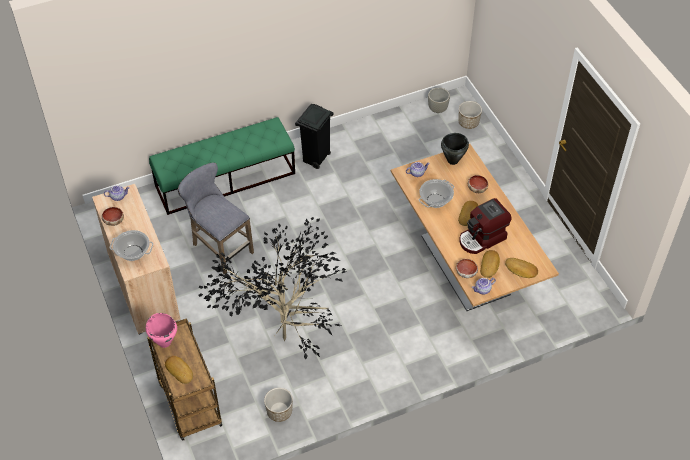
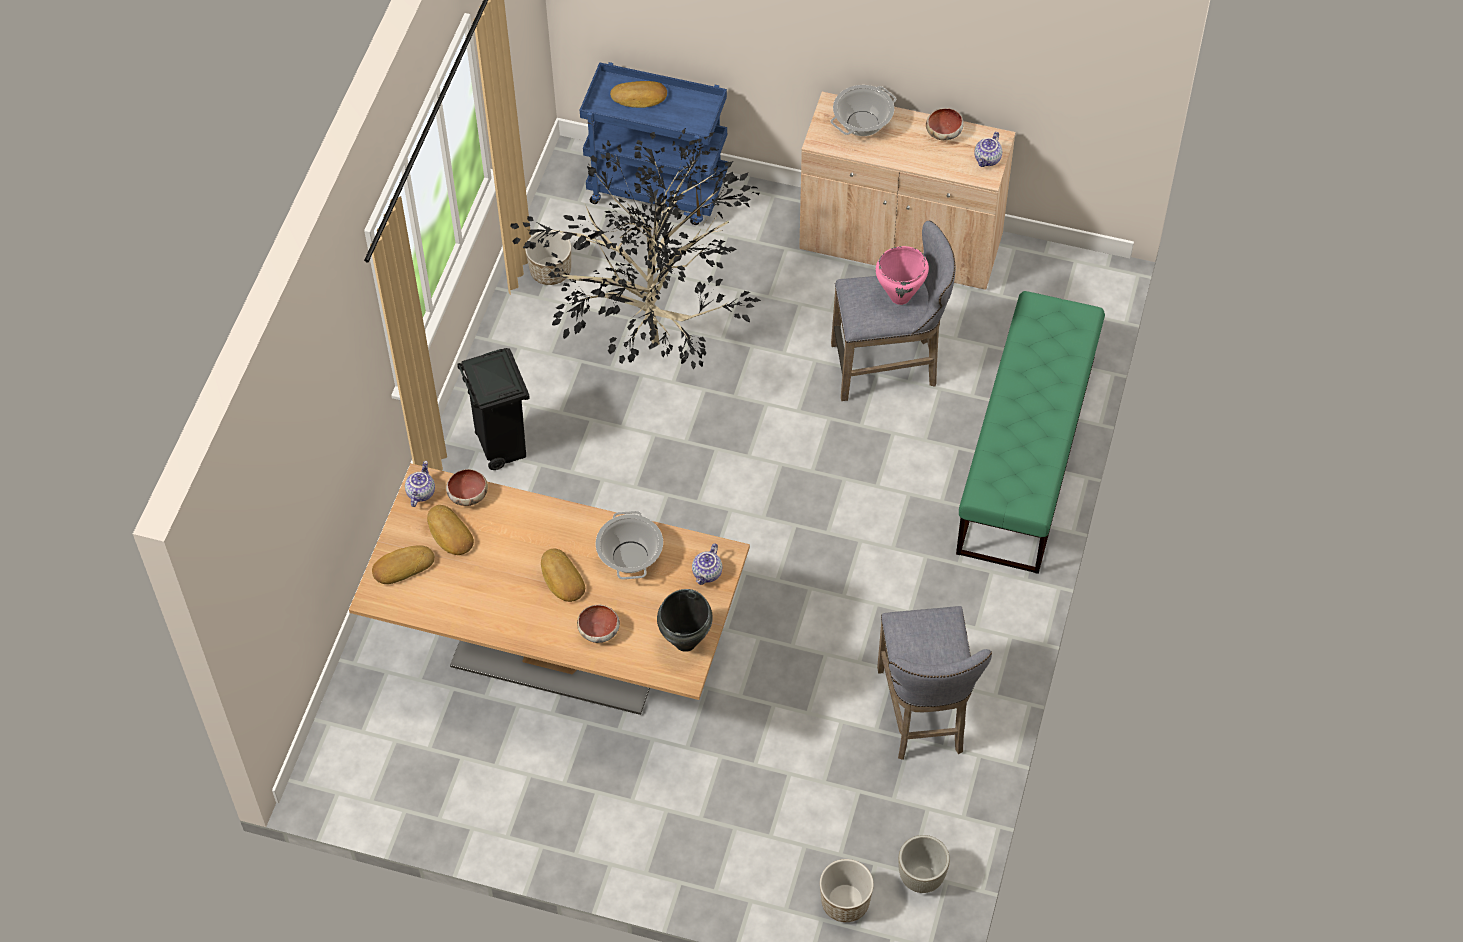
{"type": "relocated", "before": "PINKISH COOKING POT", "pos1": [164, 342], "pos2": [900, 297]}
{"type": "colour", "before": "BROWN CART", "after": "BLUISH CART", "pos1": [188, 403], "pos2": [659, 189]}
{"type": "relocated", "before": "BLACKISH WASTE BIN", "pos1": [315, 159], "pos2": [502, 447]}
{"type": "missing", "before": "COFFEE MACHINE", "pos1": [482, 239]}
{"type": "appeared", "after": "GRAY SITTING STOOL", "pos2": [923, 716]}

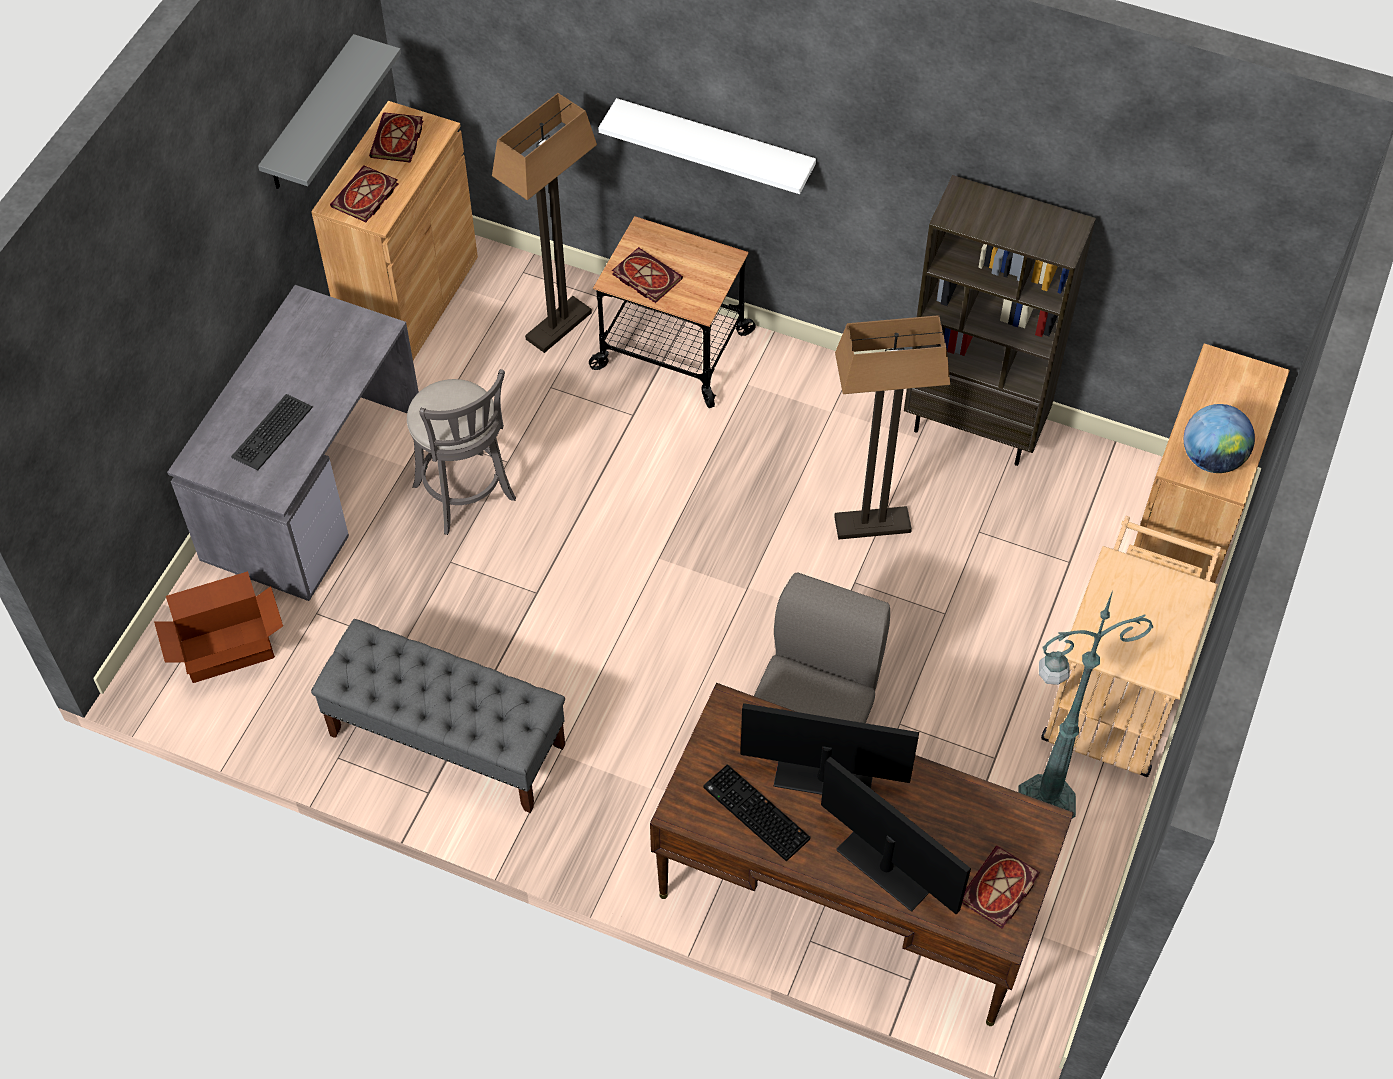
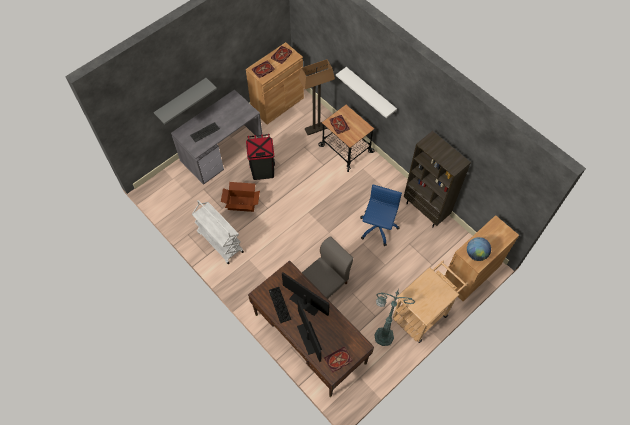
{"type": "relocated", "before": "CARTON", "pos1": [227, 648], "pos2": [241, 203]}
{"type": "relocated", "before": "GRAY SHELF", "pos1": [310, 116], "pos2": [181, 99]}
{"type": "exchanged", "before": "GRAY BENCH", "after": "WHITE-COLOURED CART", "pos1": [446, 740], "pos2": [220, 242]}
{"type": "exchanged", "before": "GRAY SITTING STOOL", "after": "BLACKISH WASTE BIN", "pos1": [466, 496], "pos2": [262, 171]}
{"type": "exchanged", "before": "STANDING LAMP", "after": "BLUISH DESK CHAIR", "pos1": [873, 524], "pos2": [377, 228]}

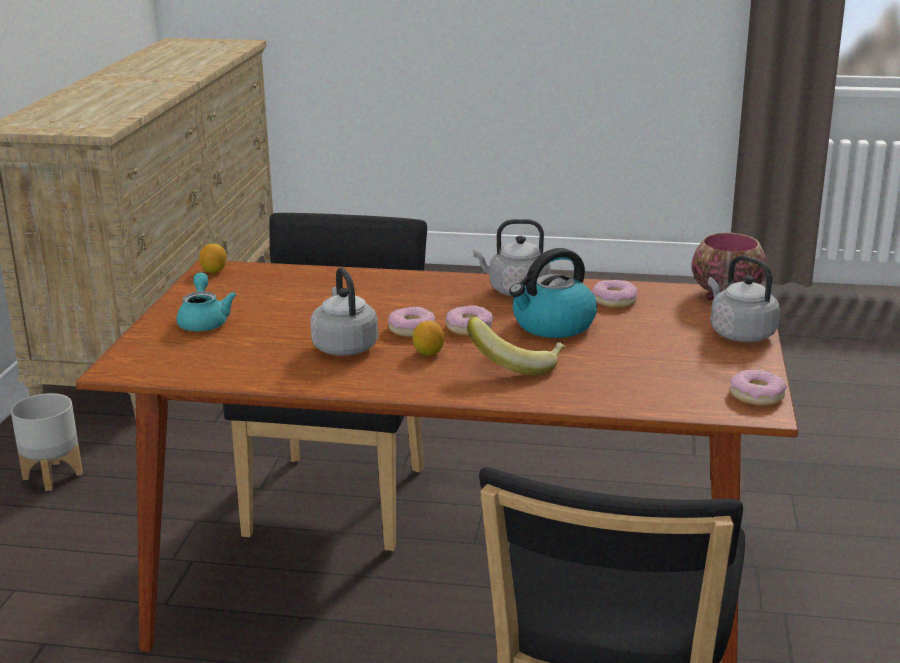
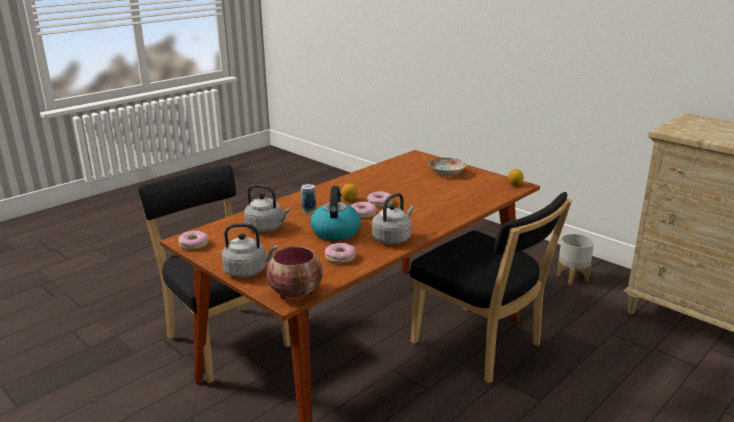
{"type": "exchanged", "before": "TURQUOISE TEAPOT", "after": "DINNER PLATE", "pos1": [204, 321], "pos2": [447, 172]}
{"type": "relocated", "before": "GRAY WATER KETTLE", "pos1": [344, 346], "pos2": [266, 228]}
{"type": "exchanged", "before": "BANANA", "after": "CAN", "pos1": [517, 365], "pos2": [309, 211]}

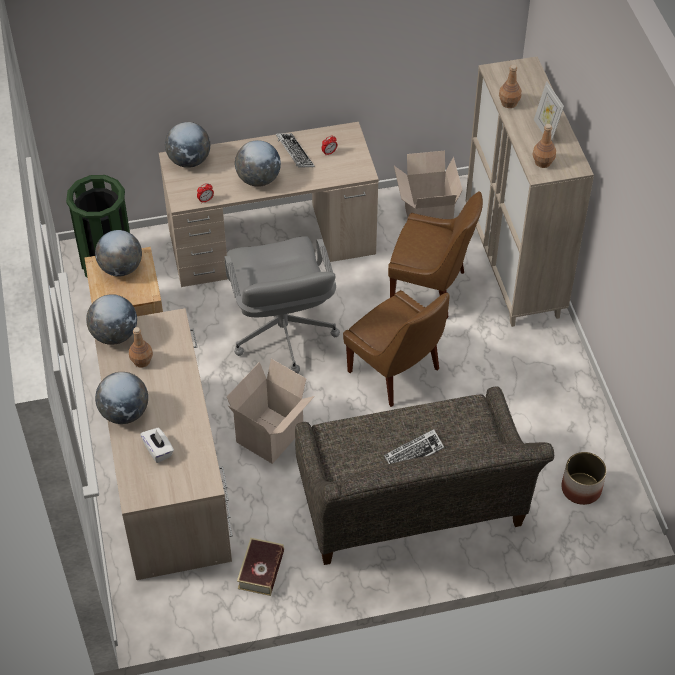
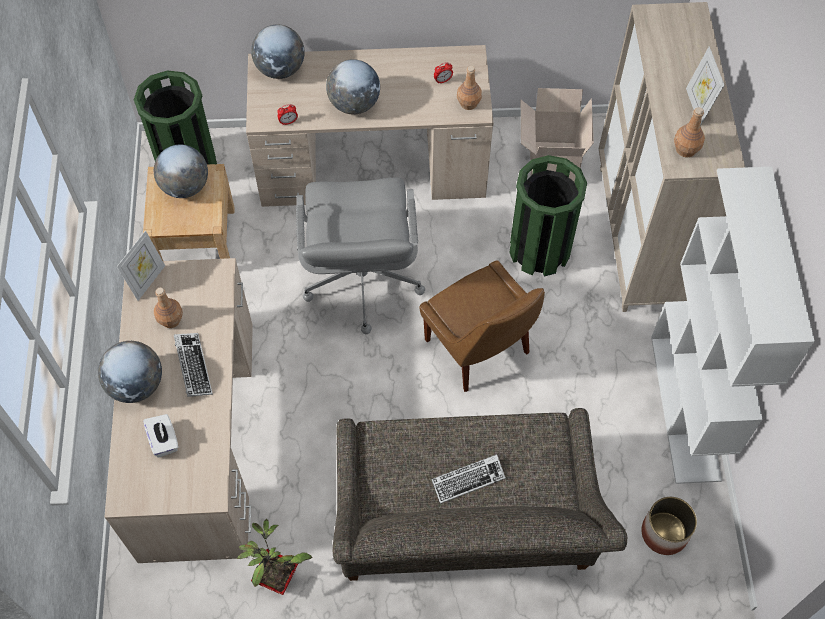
{"type": "exchanged", "before": "DESK GLOBE", "after": "PICTURE FRAME", "pos1": [114, 335], "pos2": [147, 281]}
{"type": "missing", "before": "CARTON", "pos1": [271, 437]}
{"type": "exchanged", "before": "BOOK", "after": "PLANT IN A POT", "pos1": [261, 570], "pos2": [277, 575]}
{"type": "relocated", "before": "KEYBOARD", "pos1": [294, 153], "pos2": [193, 367]}
{"type": "exchanged", "before": "BROWN UPRIGHT CHAIR", "after": "GREEN WASTE BIN", "pos1": [431, 289], "pos2": [539, 250]}
{"type": "relocated", "before": "BROWN BEVERAGE BOTTLE", "pos1": [509, 103], "pos2": [469, 103]}
{"type": "appeared", "after": "WHITE-COLOURED BOOKSHELF", "pos2": [686, 408]}

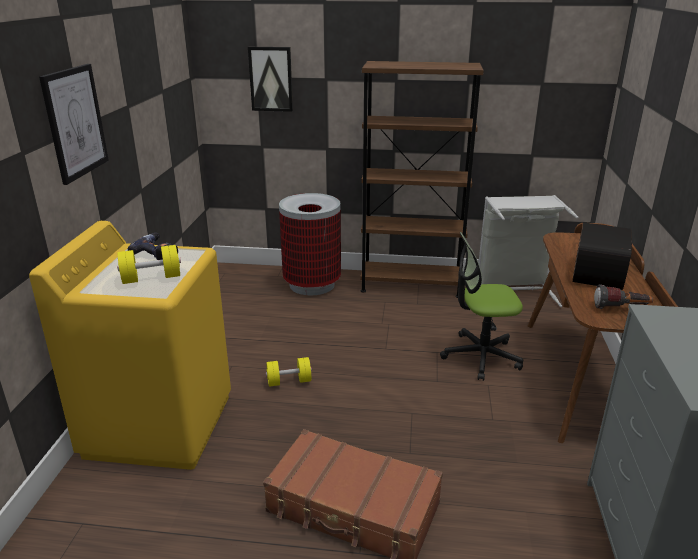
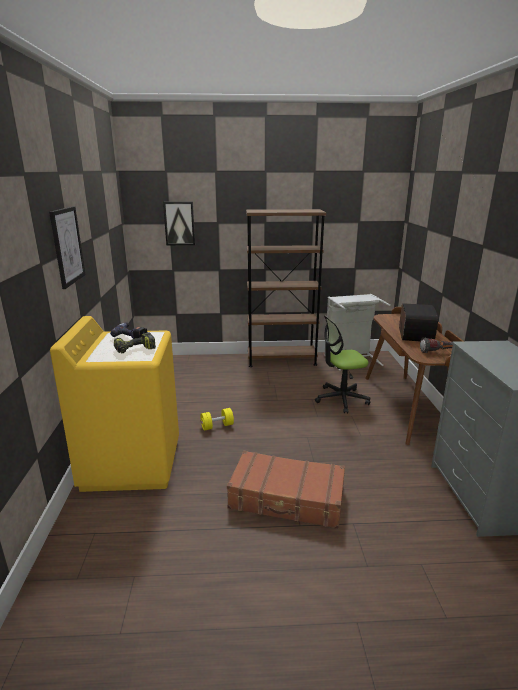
{"type": "exchanged", "before": "YELLOW-COLOURED DUMBBELL", "after": "DRILL", "pos1": [151, 278], "pos2": [135, 350]}
{"type": "missing", "before": "WASTE BIN", "pos1": [312, 284]}

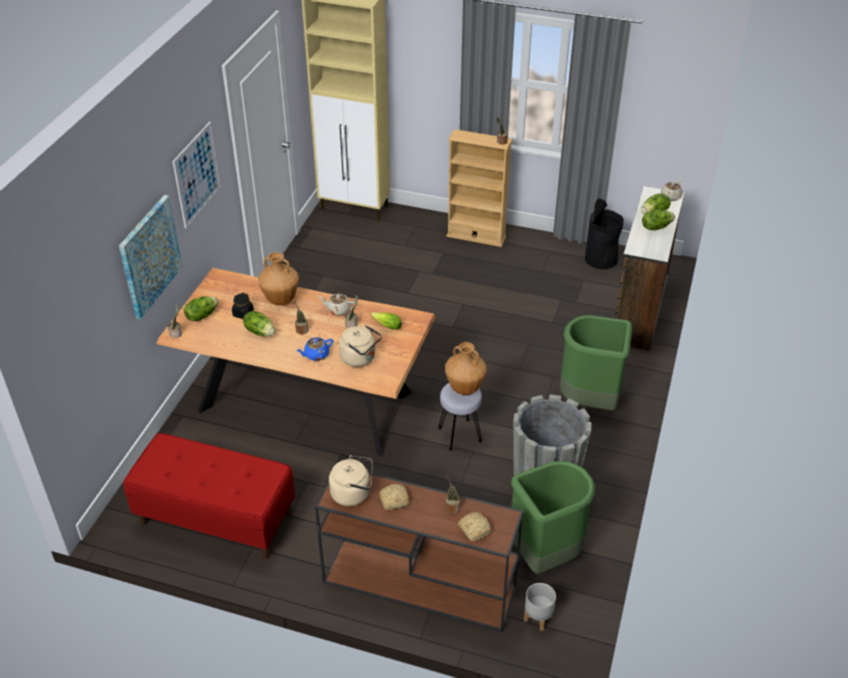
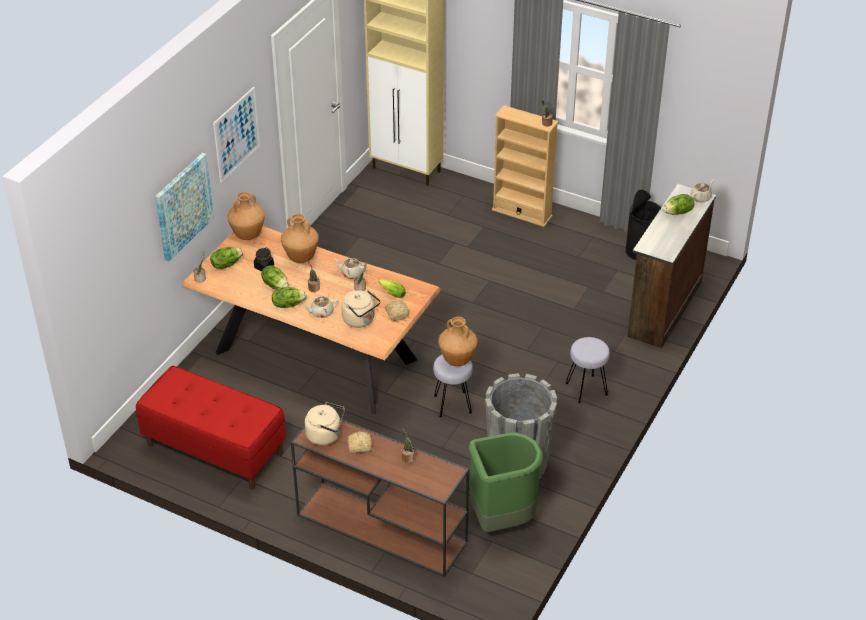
{"type": "colour", "before": "BLUISH TEAPOT", "after": "BEIGE-COLOURED TEAPOT", "pos1": [316, 355], "pos2": [321, 312]}
{"type": "relocated", "before": "BAKERY BREAD", "pos1": [474, 529], "pos2": [397, 313]}
{"type": "missing", "before": "GRAY FLOWER POT", "pos1": [537, 618]}
{"type": "exchanged", "before": "GREEN WASTE BIN", "after": "GRAY SITTING STOOL", "pos1": [590, 401], "pos2": [586, 389]}
{"type": "relocated", "before": "LETTUCE", "pos1": [656, 227], "pos2": [288, 304]}
{"type": "appeared", "after": "BROWN FLOWER VASE", "pos2": [248, 235]}

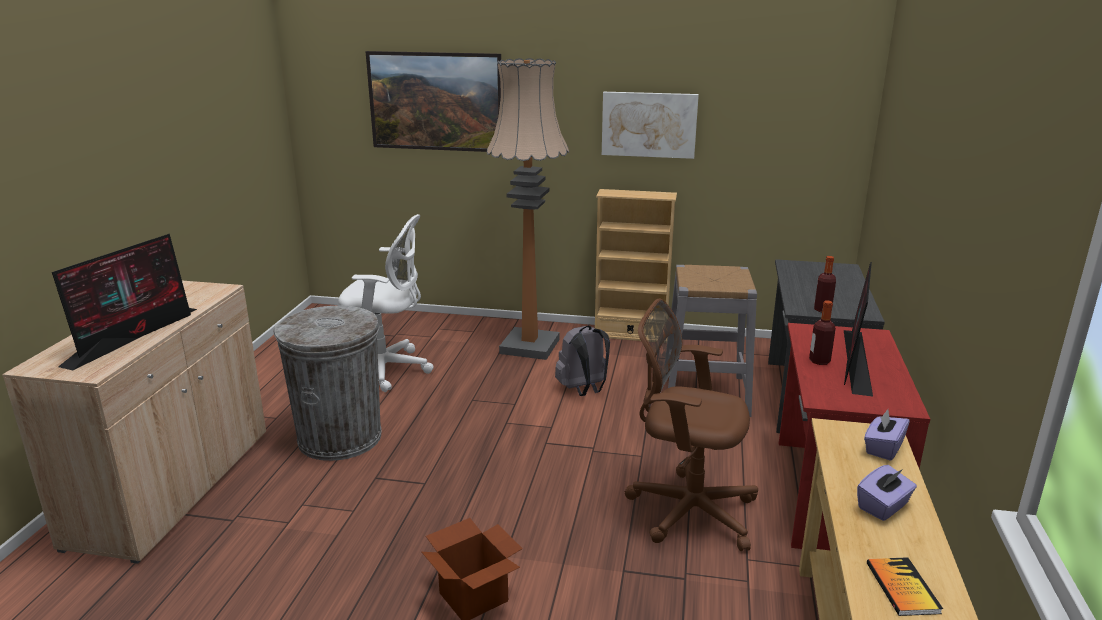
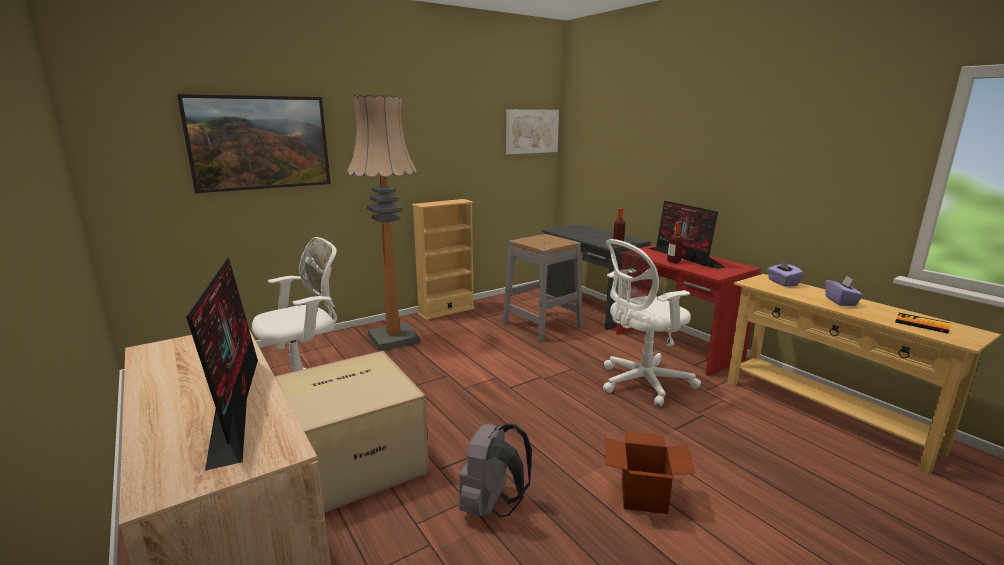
{"type": "exchanged", "before": "GRAY WASTE BIN", "after": "CARTON", "pos1": [340, 438], "pos2": [355, 459]}
{"type": "relocated", "before": "GRAY RUCKSACK", "pos1": [583, 390], "pos2": [492, 506]}
{"type": "relocated", "before": "WALL PICTURE", "pos1": [649, 124], "pos2": [531, 131]}
{"type": "colour", "before": "BROWN DESK CHAIR", "after": "WHITE-COLOURED DESK CHAIR", "pos1": [686, 509], "pos2": [641, 383]}

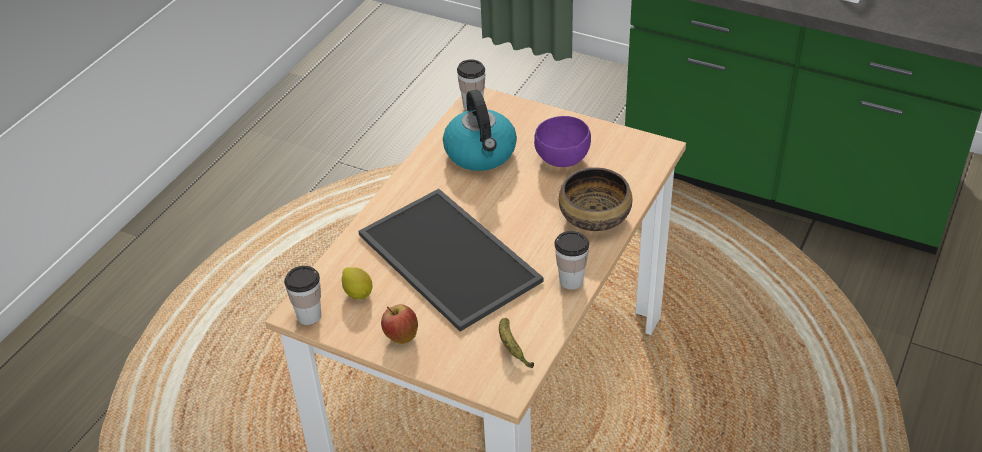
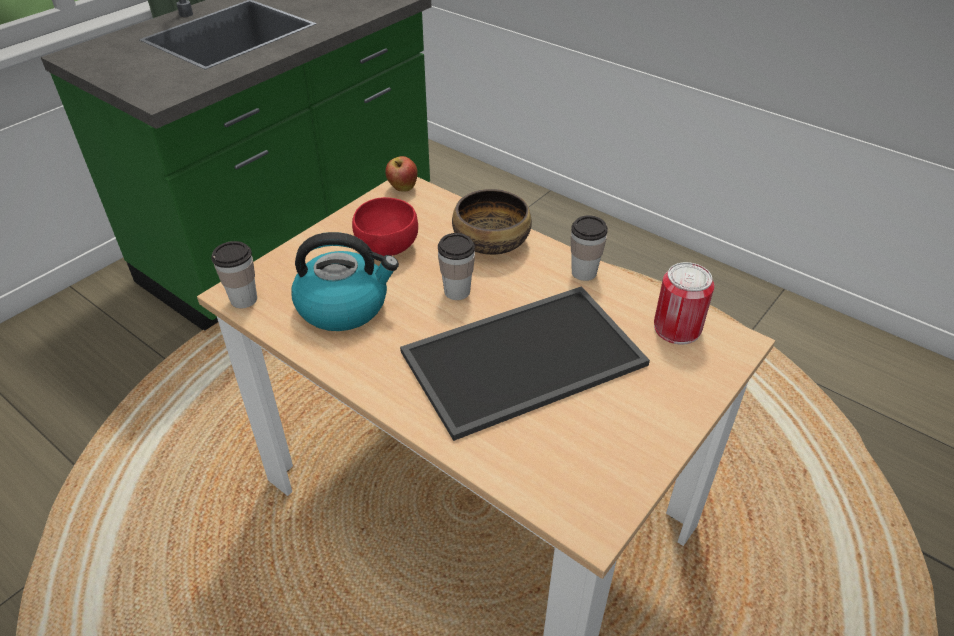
{"type": "relocated", "before": "CUP", "pos1": [309, 316], "pos2": [457, 291]}
{"type": "missing", "before": "WHOLE LEMON", "pos1": [358, 293]}
{"type": "relocated", "before": "WHOLE APPLE", "pos1": [401, 336], "pos2": [402, 188]}
{"type": "exchanged", "before": "BANANA", "after": "CAN", "pos1": [512, 348], "pos2": [677, 328]}
{"type": "colour", "before": "PURPLE DEEP DISH", "after": "RED DEEP DISH", "pos1": [562, 159], "pos2": [388, 247]}

